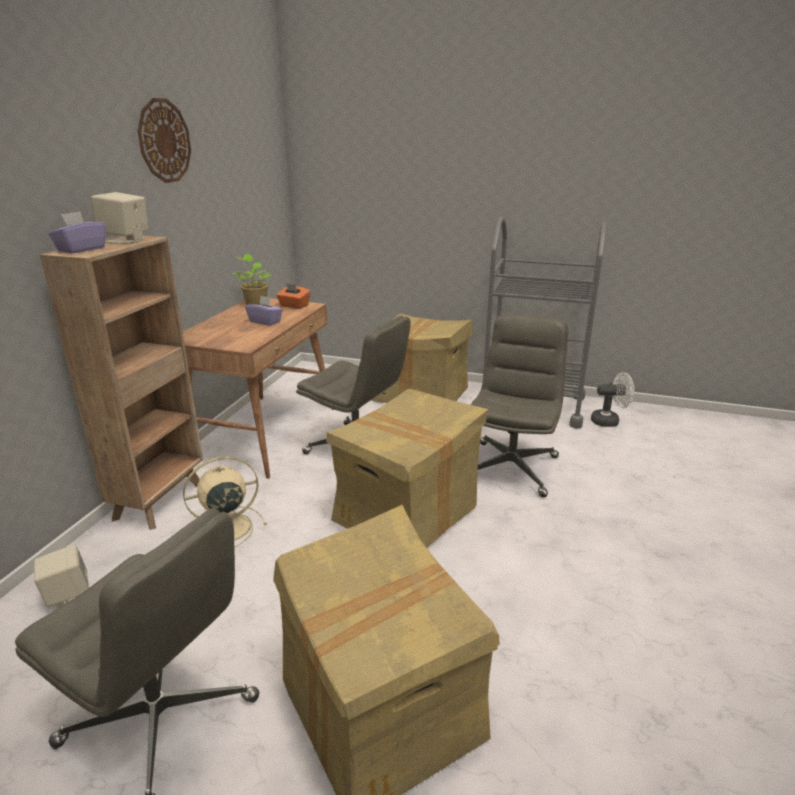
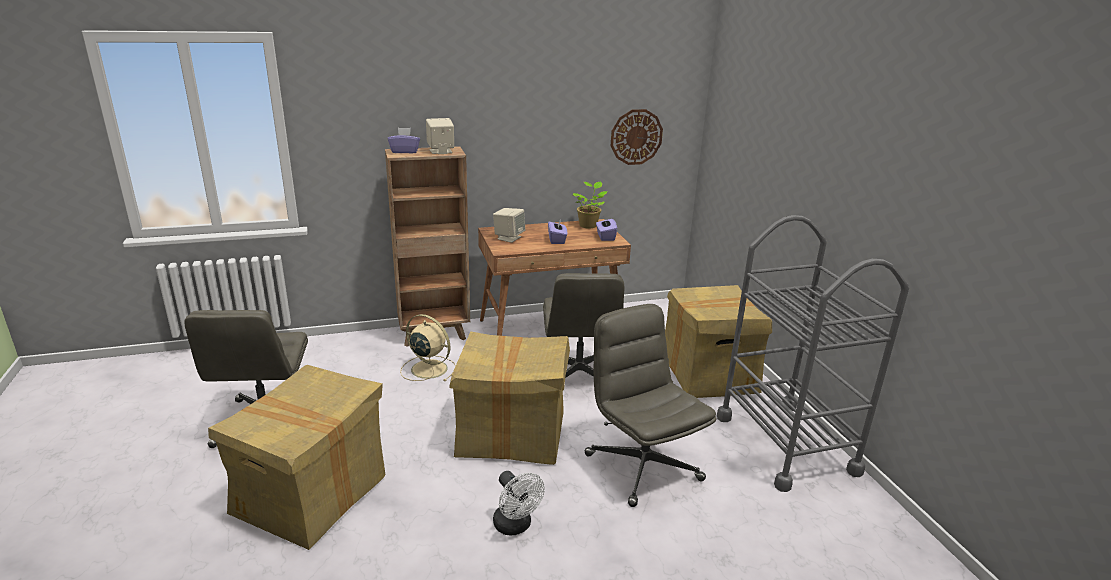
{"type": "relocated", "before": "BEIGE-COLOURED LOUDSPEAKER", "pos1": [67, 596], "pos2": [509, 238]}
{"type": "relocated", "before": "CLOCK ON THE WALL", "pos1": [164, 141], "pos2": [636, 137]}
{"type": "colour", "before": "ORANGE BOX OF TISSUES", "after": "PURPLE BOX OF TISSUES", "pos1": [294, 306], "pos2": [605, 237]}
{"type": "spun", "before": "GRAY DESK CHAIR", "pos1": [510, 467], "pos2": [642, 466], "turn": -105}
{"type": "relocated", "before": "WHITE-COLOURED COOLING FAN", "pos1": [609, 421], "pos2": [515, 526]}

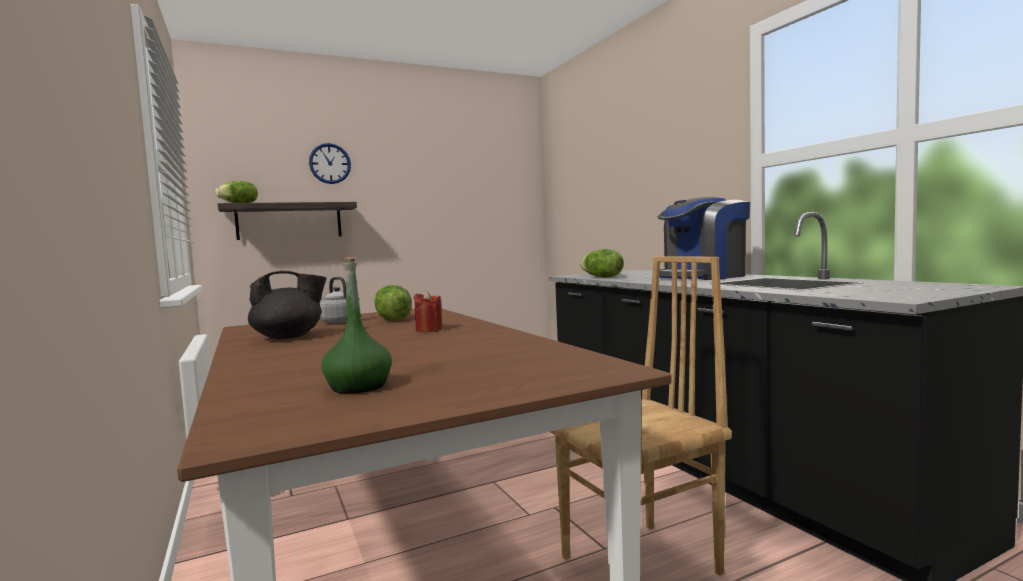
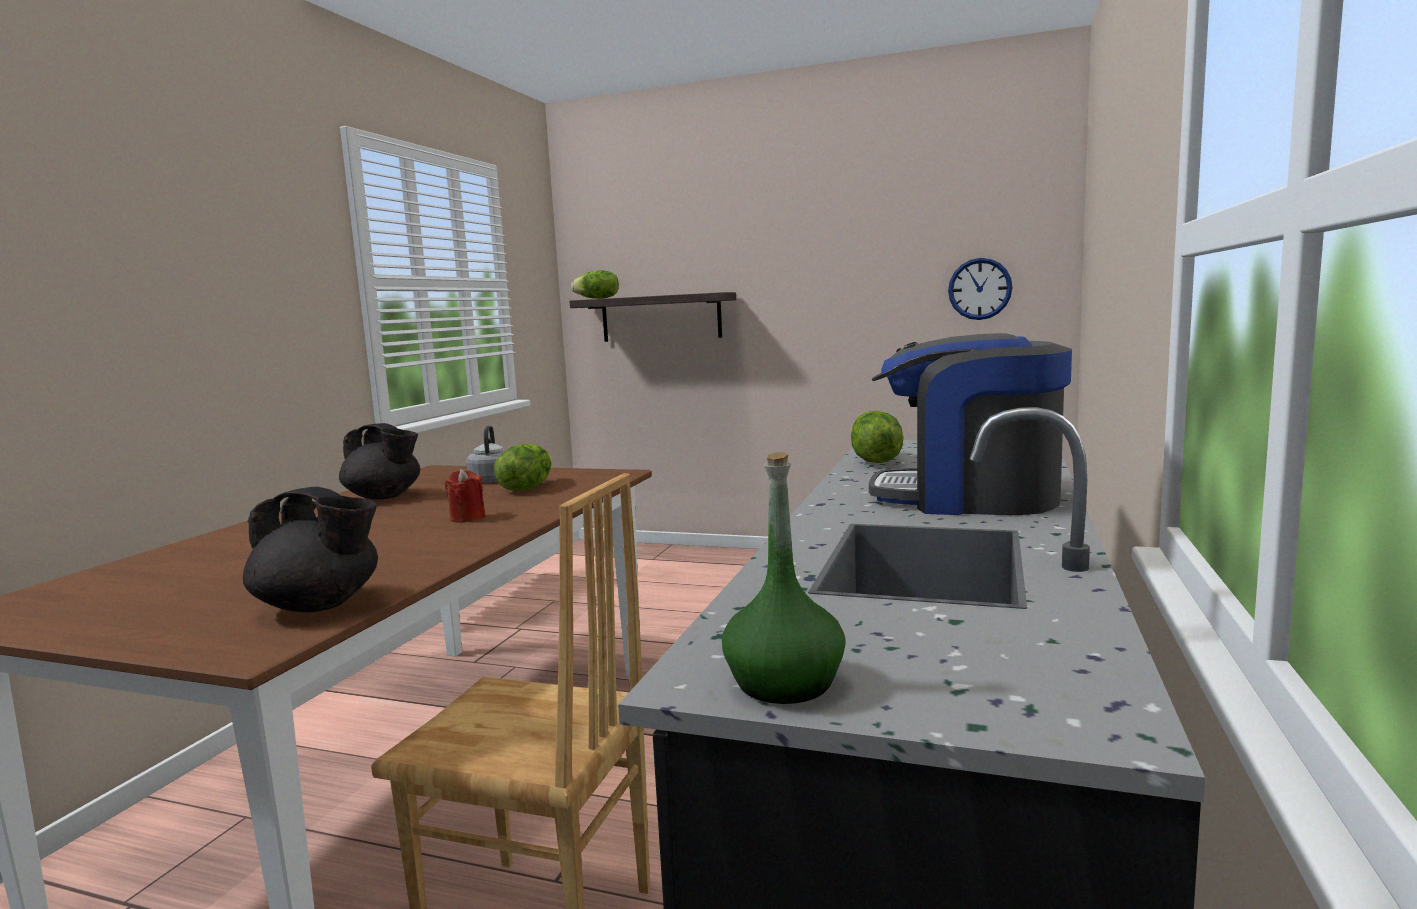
{"type": "relocated", "before": "CLOCK ON THE WALL", "pos1": [330, 163], "pos2": [979, 289]}
{"type": "relocated", "before": "GREEN BEVERAGE BOTTLE", "pos1": [359, 387], "pos2": [784, 683]}
{"type": "appeared", "after": "BLACKISH TEAPOT", "pos2": [320, 605]}

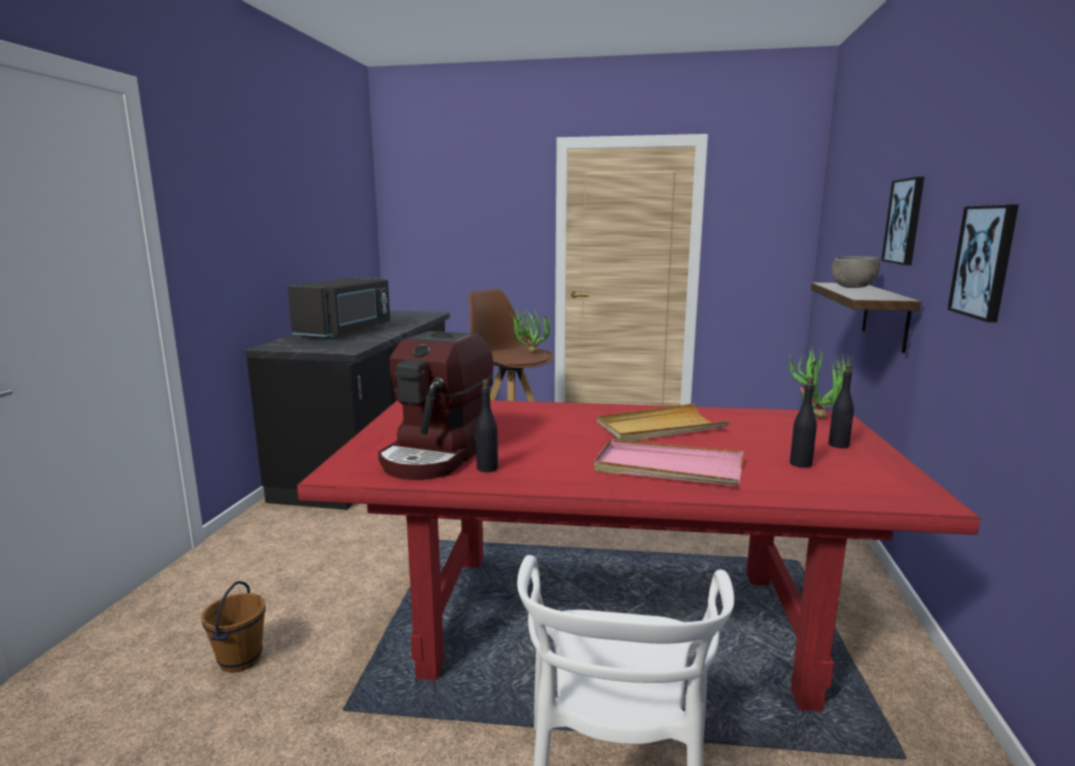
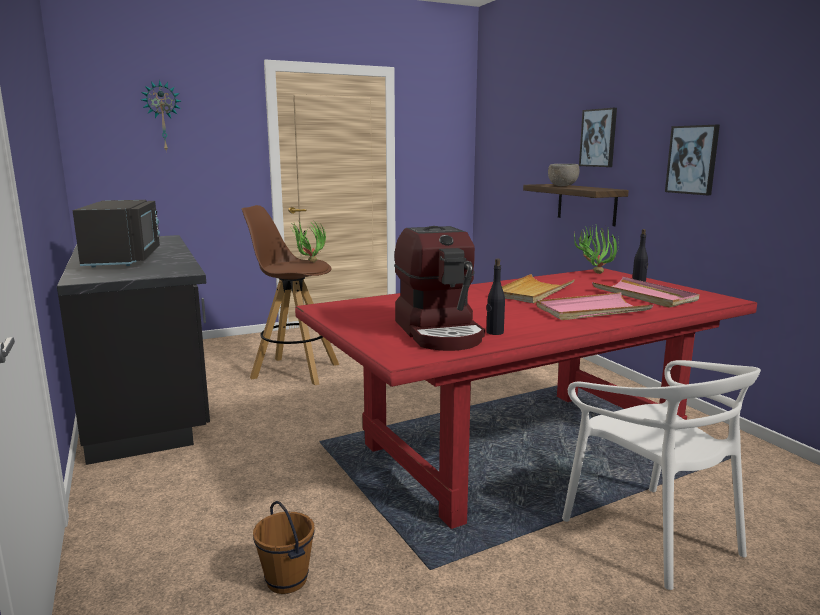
{"type": "exchanged", "before": "BLACKISH BEVERAGE BOTTLE", "after": "PINKISH SERVING TRAY", "pos1": [800, 463], "pos2": [644, 295]}
{"type": "appeared", "after": "CLOCK ON THE WALL", "pos2": [162, 116]}

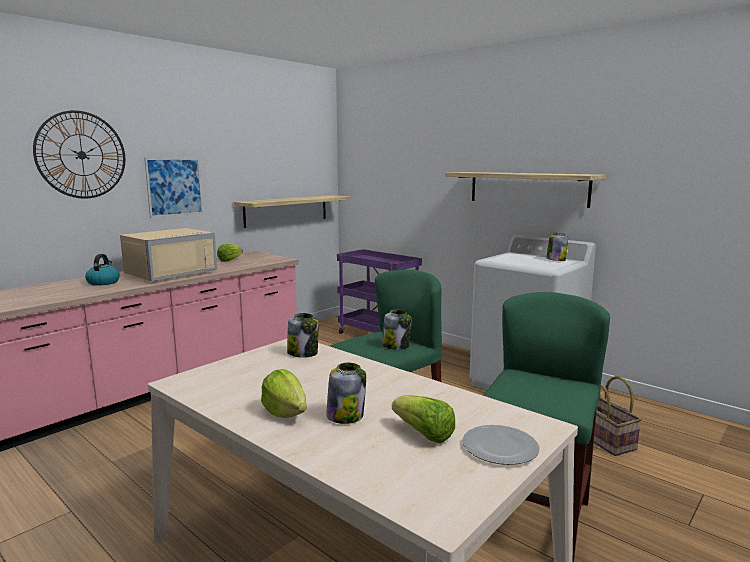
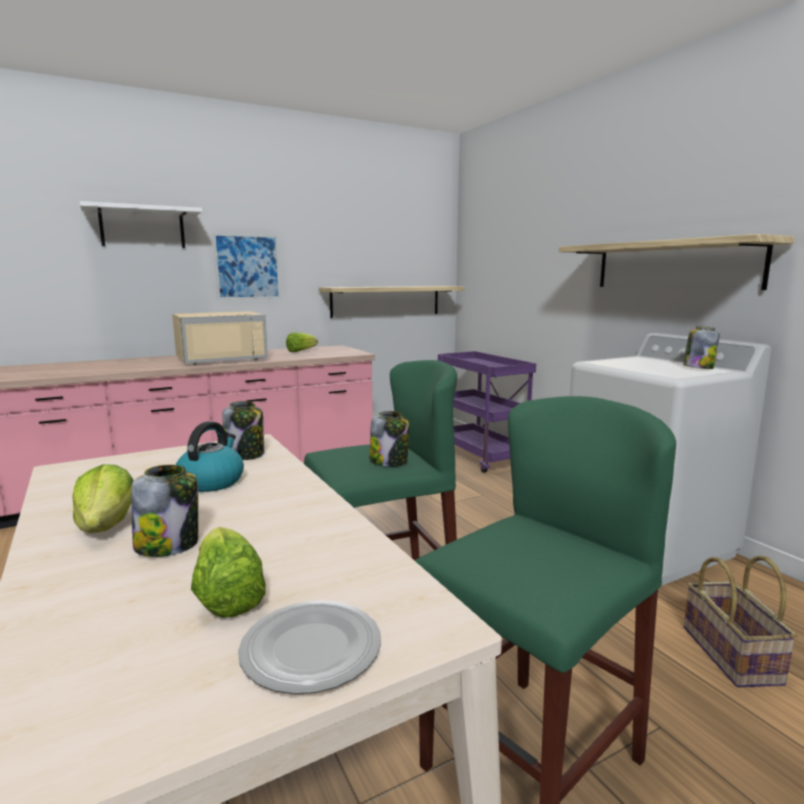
{"type": "exchanged", "before": "CLOCK ON THE WALL", "after": "WHITE-COLOURED SHELF", "pos1": [81, 155], "pos2": [142, 228]}
{"type": "relocated", "before": "WATER KETTLE", "pos1": [103, 282], "pos2": [211, 481]}

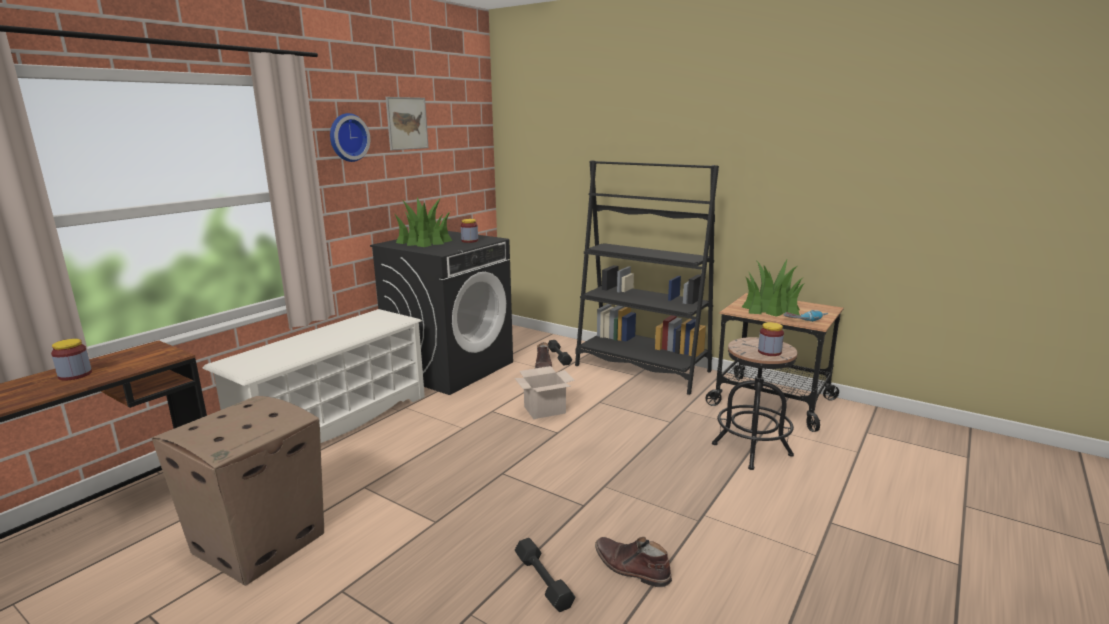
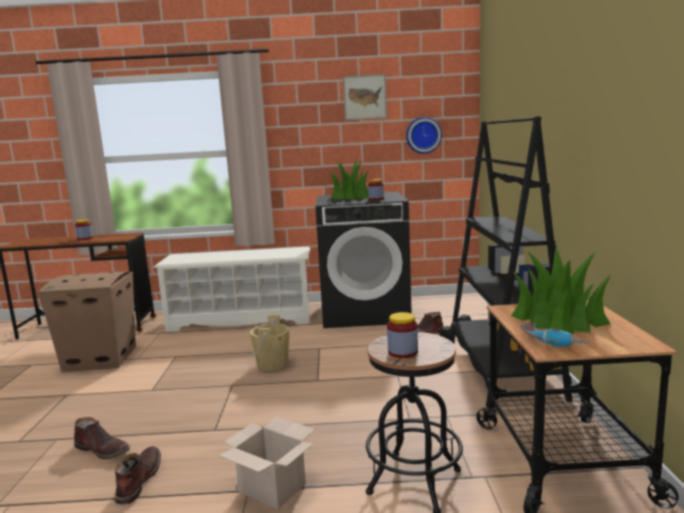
{"type": "relocated", "before": "CLOCK ON THE WALL", "pos1": [347, 137], "pos2": [423, 135]}
{"type": "relocated", "before": "CARTON", "pos1": [545, 409], "pos2": [274, 488]}
{"type": "exchanged", "before": "BLACKISH DUMBBELL", "after": "BROWN TALL BOOT", "pos1": [543, 580], "pos2": [103, 450]}
{"type": "appeared", "after": "BEIGE-COLOURED BUCKET", "pos2": [272, 364]}

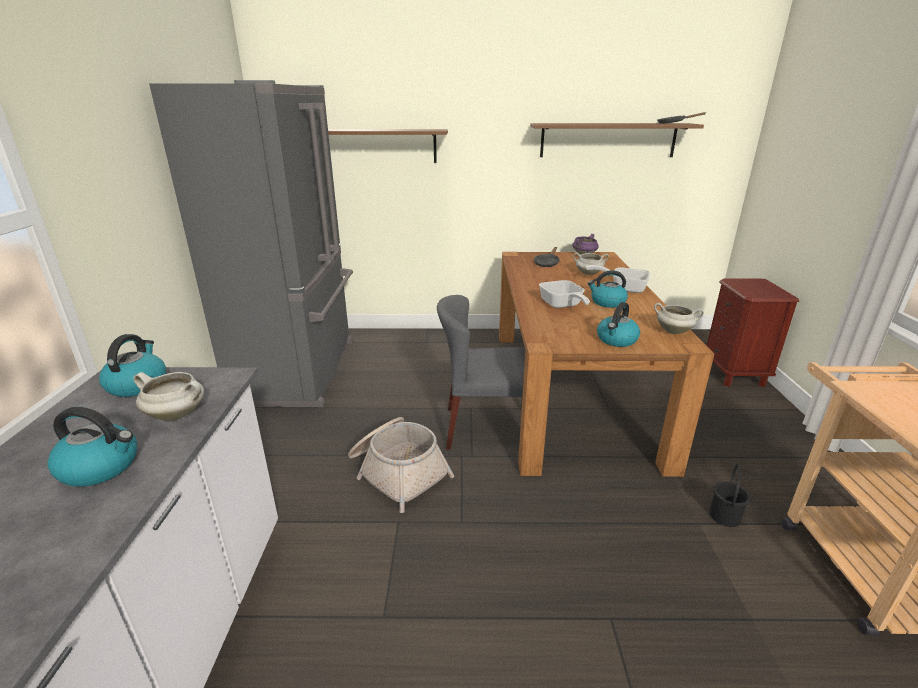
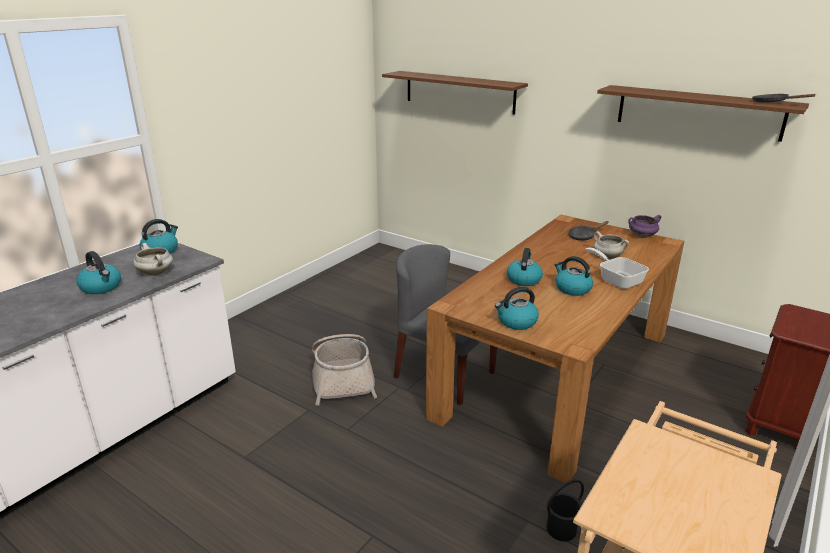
{"type": "missing", "before": "GRAY KITCHEN FRIDGE", "pos1": [301, 370]}
{"type": "exchanged", "before": "FRYING PAN", "after": "WATER KETTLE", "pos1": [562, 305], "pos2": [523, 279]}
{"type": "missing", "before": "WHITE-COLOURED COOKING POT", "pos1": [674, 331]}

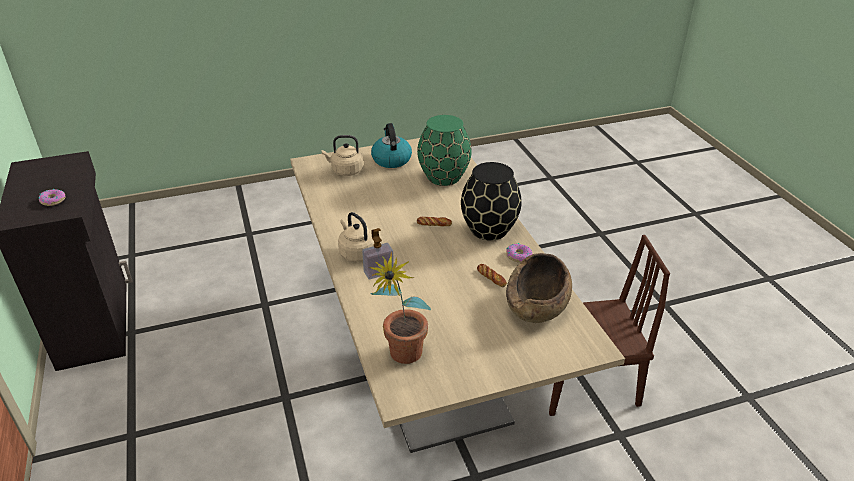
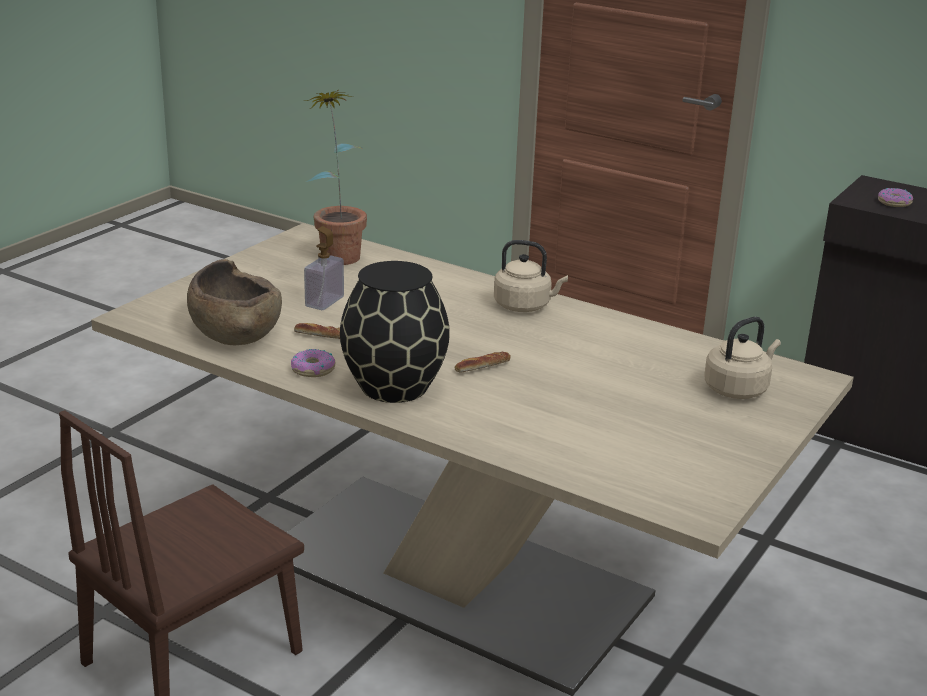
{"type": "relocated", "before": "SOAP BOTTLE", "pos1": [378, 272], "pos2": [324, 301]}
{"type": "missing", "before": "WATER KETTLE", "pos1": [391, 159]}
{"type": "missing", "before": "GREEN FLOWER VASE", "pos1": [444, 177]}

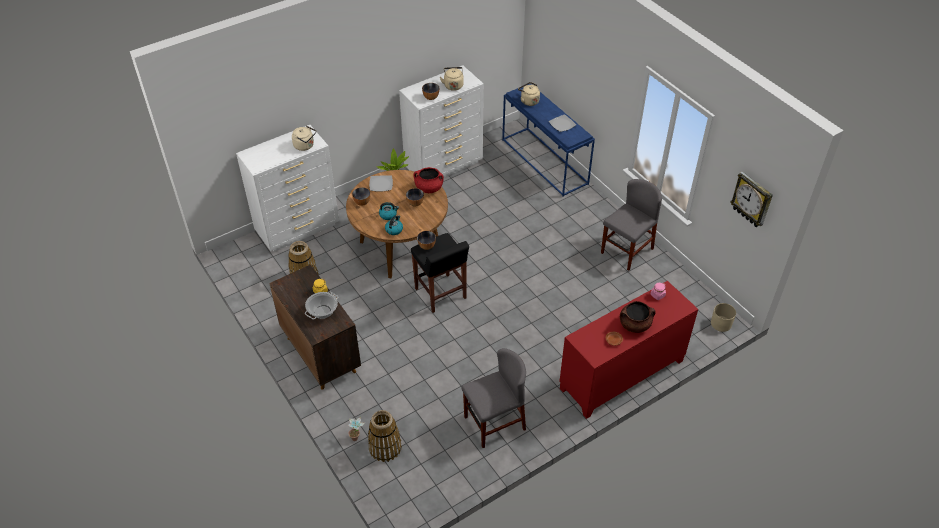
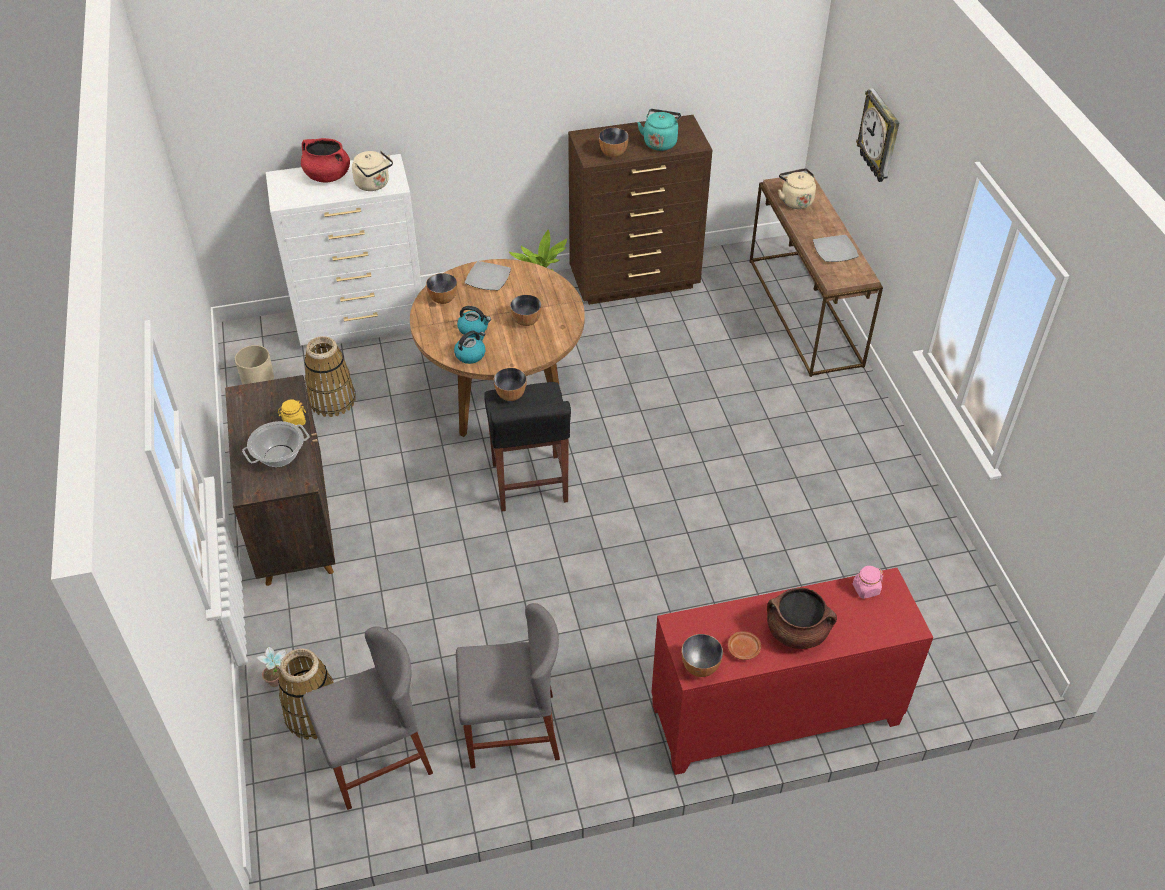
{"type": "colour", "before": "WHITE-COLOURED DRESSER", "after": "BROWN DRESSER", "pos1": [444, 166], "pos2": [635, 281]}
{"type": "relocated", "before": "RED COOKING POT", "pos1": [429, 188], "pos2": [327, 176]}
{"type": "colour", "before": "BEIGE-COLOURED WATER KETTLE", "after": "TURQUOISE WATER KETTLE", "pos1": [453, 85], "pos2": [660, 142]}
{"type": "colour", "before": "BLUISH CONSOLE TABLE", "after": "BROWN CONSOLE TABLE", "pos1": [545, 161], "pos2": [806, 312]}
{"type": "relocated", "before": "GRAY UPRIGHT CHAIR", "pos1": [627, 251], "pos2": [376, 760]}
{"type": "relocated", "before": "BEIGE-COLOURED FLOWER POT", "pos1": [721, 323], "pos2": [258, 378]}
{"type": "relocated", "before": "CLOCK ON THE WALL", "pos1": [752, 200], "pos2": [880, 136]}
{"type": "appeared", "after": "DEEP DISH", "pos2": [700, 667]}

